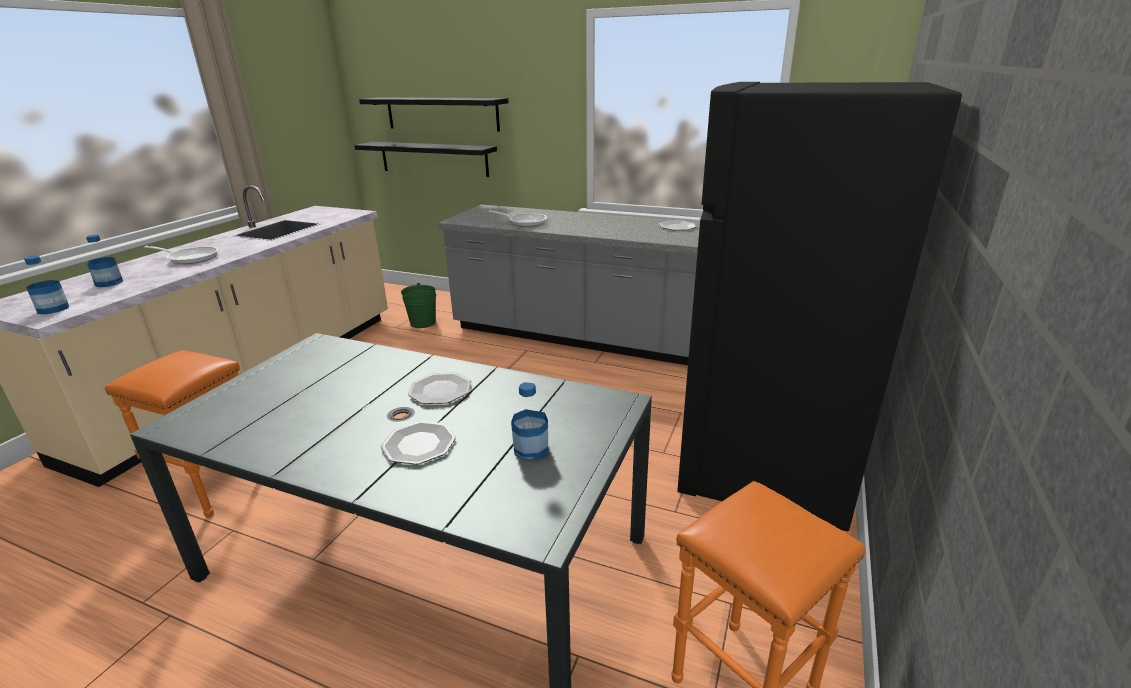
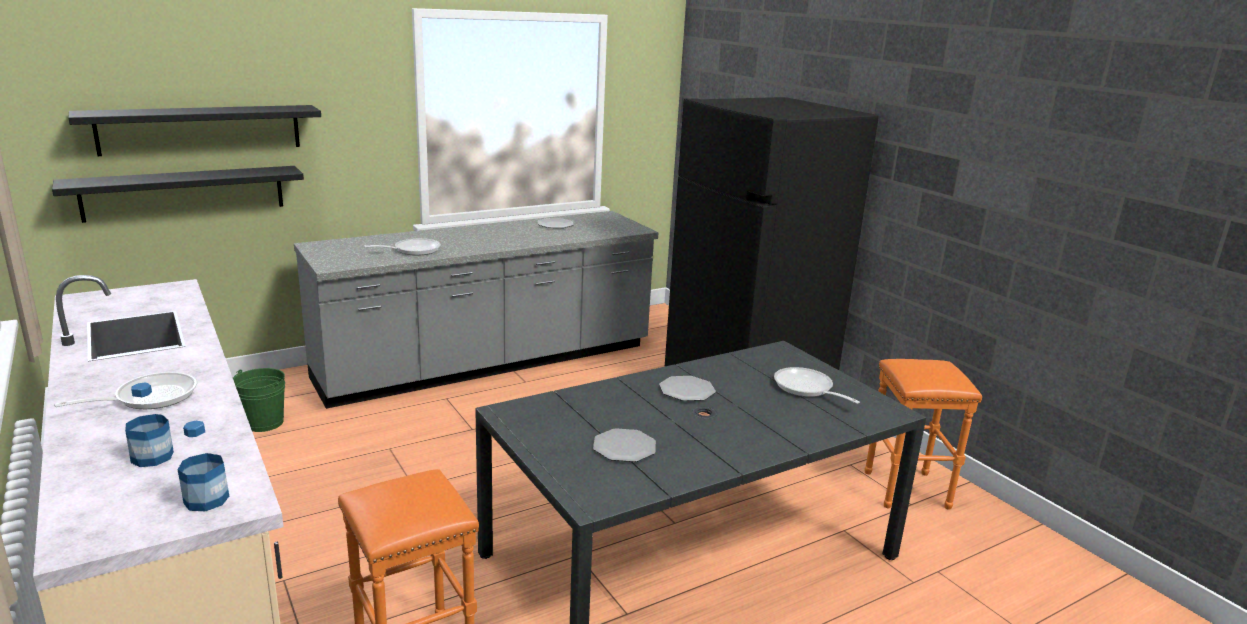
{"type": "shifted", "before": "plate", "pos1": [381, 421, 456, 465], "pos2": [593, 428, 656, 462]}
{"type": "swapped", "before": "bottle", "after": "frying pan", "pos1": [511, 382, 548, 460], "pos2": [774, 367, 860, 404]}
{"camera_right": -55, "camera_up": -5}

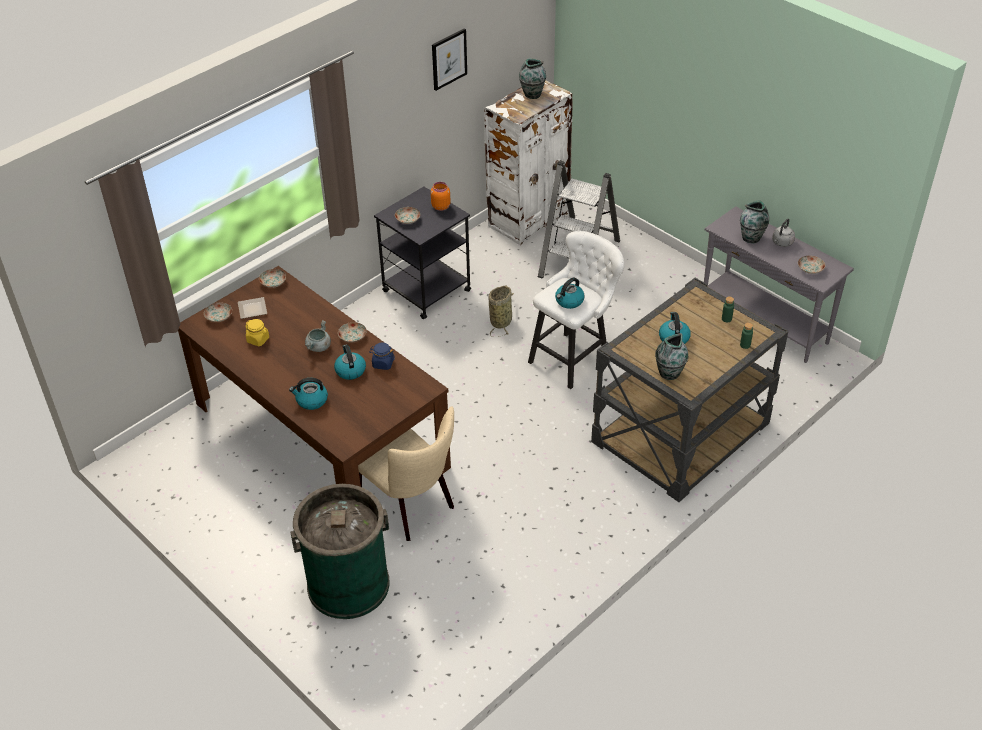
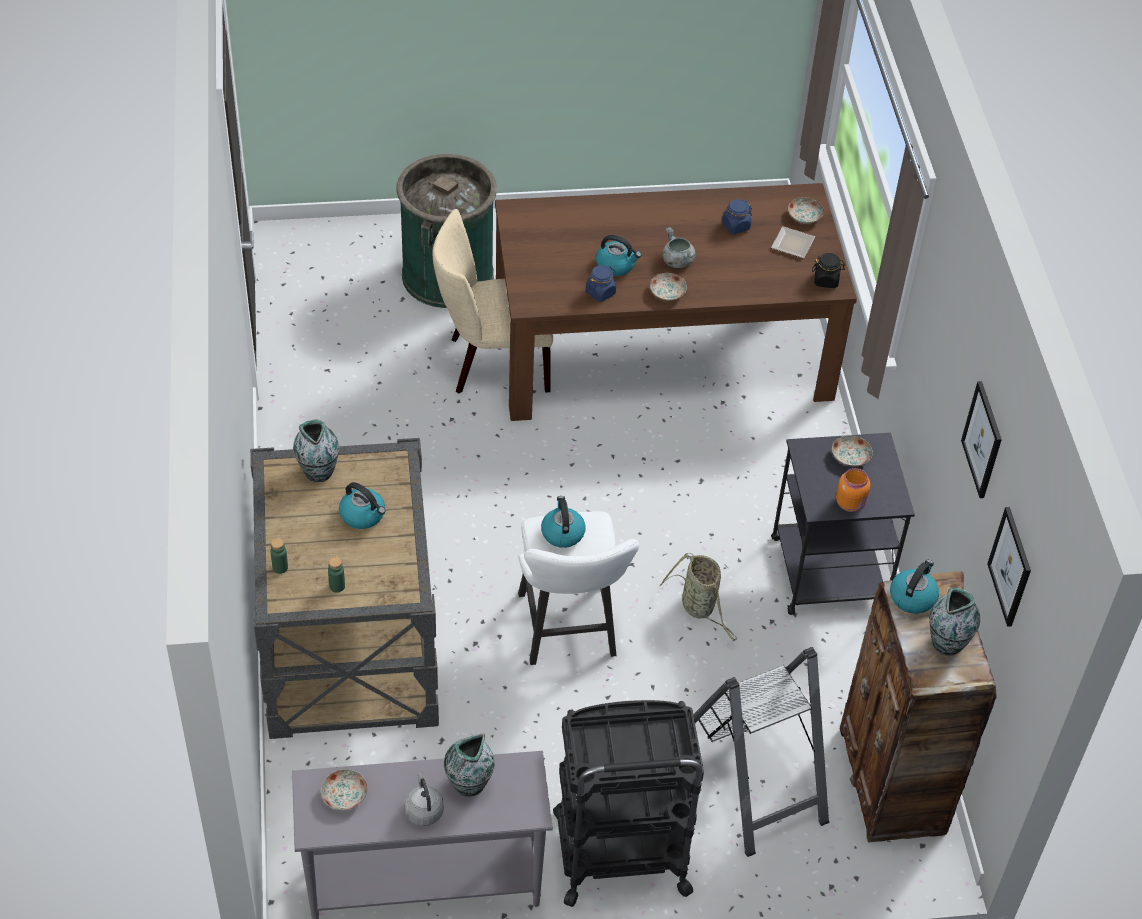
{"type": "new", "after": "black cart", "pos2": [553, 700, 704, 907]}
{"type": "new", "after": "picture", "pos2": [987, 507, 1031, 627]}
{"type": "shifted", "before": "kettle", "pos1": [289, 378, 328, 410], "pos2": [890, 560, 939, 614]}
{"type": "swapped", "before": "plate", "after": "black jar", "pos1": [259, 269, 286, 288], "pos2": [812, 253, 845, 288]}
{"type": "repainted", "before": "yellow jar", "after": "blue jar", "pos1": [245, 319, 269, 346], "pos2": [722, 199, 752, 234]}
{"type": "repainted", "before": "white cabinet", "after": "brown cabinet", "pos1": [484, 80, 573, 245], "pos2": [840, 571, 997, 842]}
{"camera_right": 125, "camera_up": 5}

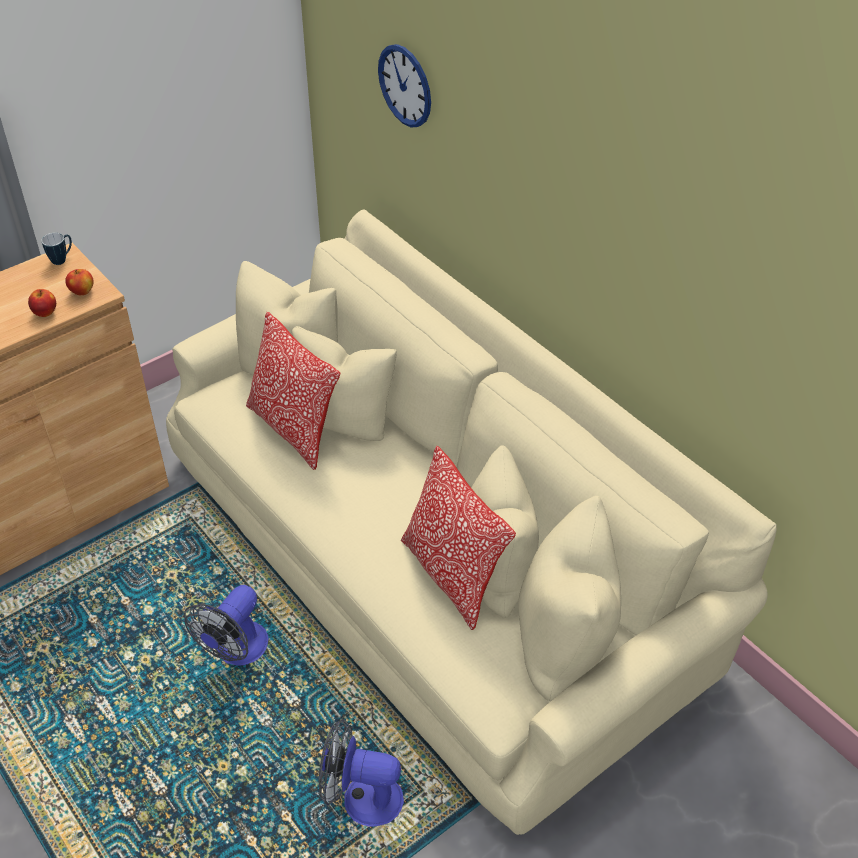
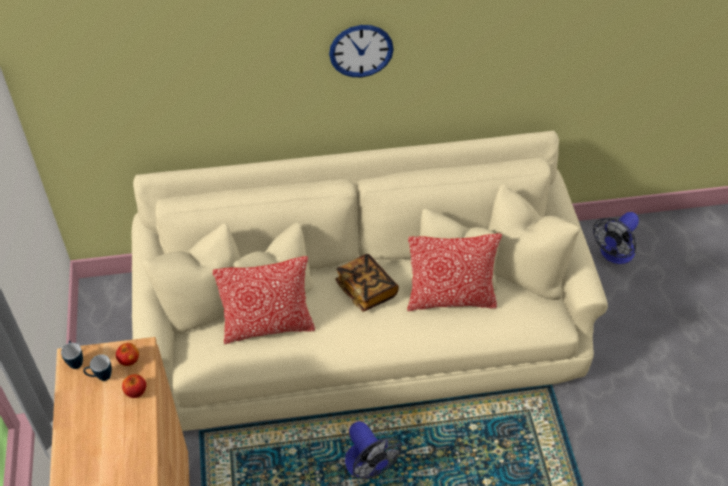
{"type": "new", "after": "mug", "pos2": [83, 354, 112, 381]}
{"type": "new", "after": "book", "pos2": [335, 254, 399, 312]}
{"type": "shifted", "before": "fan", "pos1": [319, 719, 404, 826], "pos2": [593, 212, 639, 264]}
{"type": "shifted", "before": "wall clock", "pos1": [378, 44, 431, 127], "pos2": [329, 25, 394, 77]}
{"camera_right": -60, "camera_up": 5}

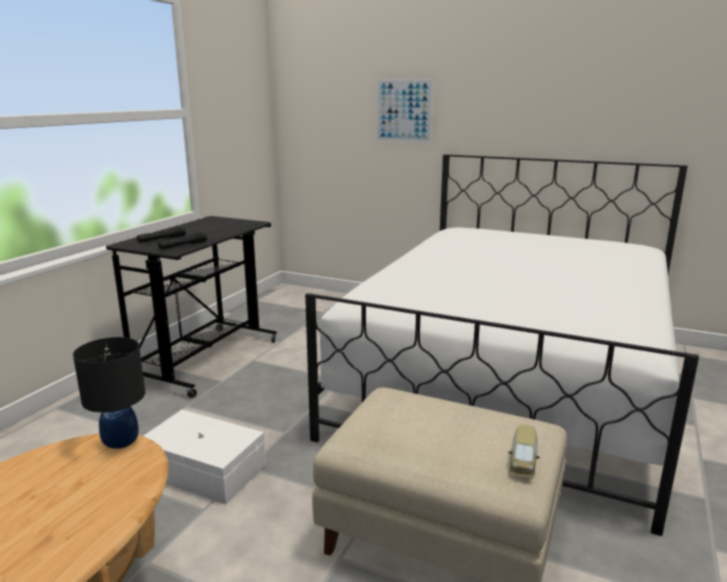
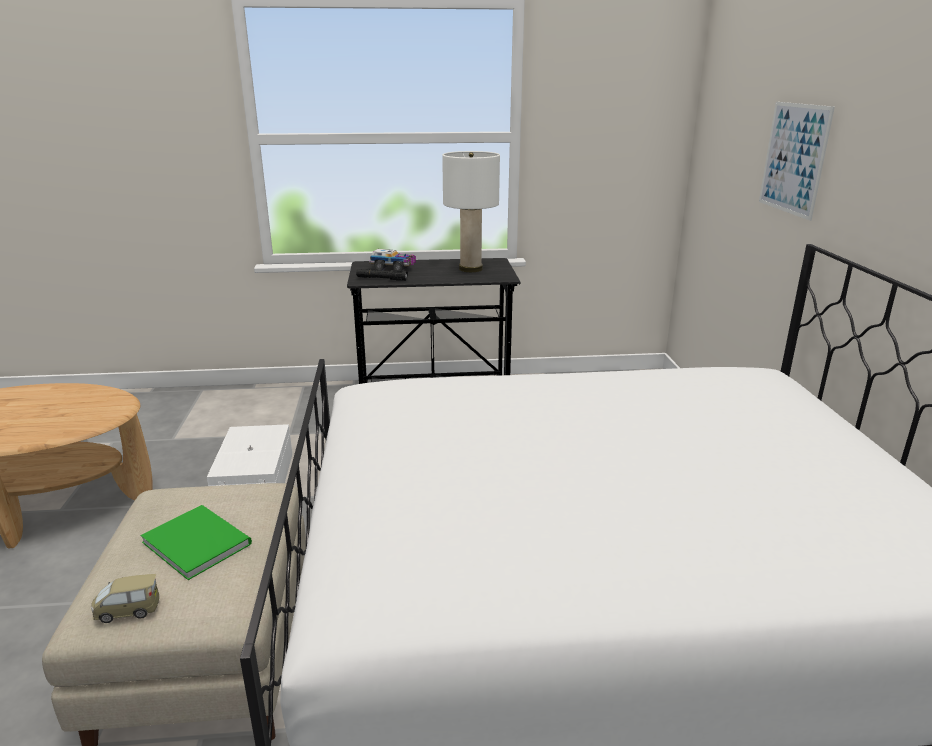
{"type": "gone", "before": "black table lamp", "pos1": [73, 337, 145, 449]}
{"type": "new", "after": "green book", "pos2": [140, 505, 252, 580]}
{"type": "new", "after": "white table lamp", "pos2": [442, 151, 500, 272]}
{"type": "swapped", "before": "black flashlight", "after": "toy truck", "pos1": [137, 227, 186, 243], "pos2": [369, 249, 416, 271]}
{"camera_right": 60, "camera_up": 5}

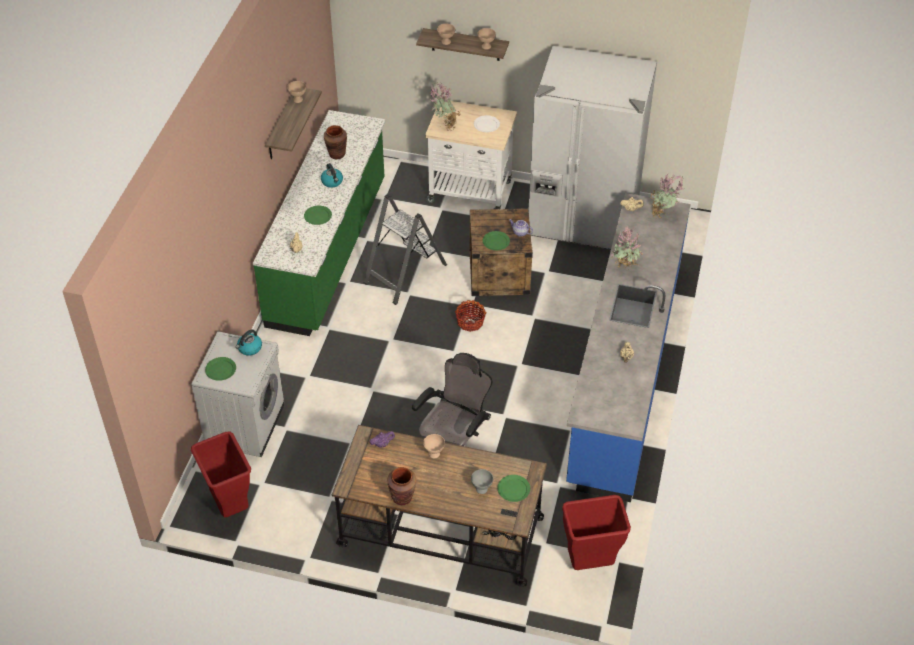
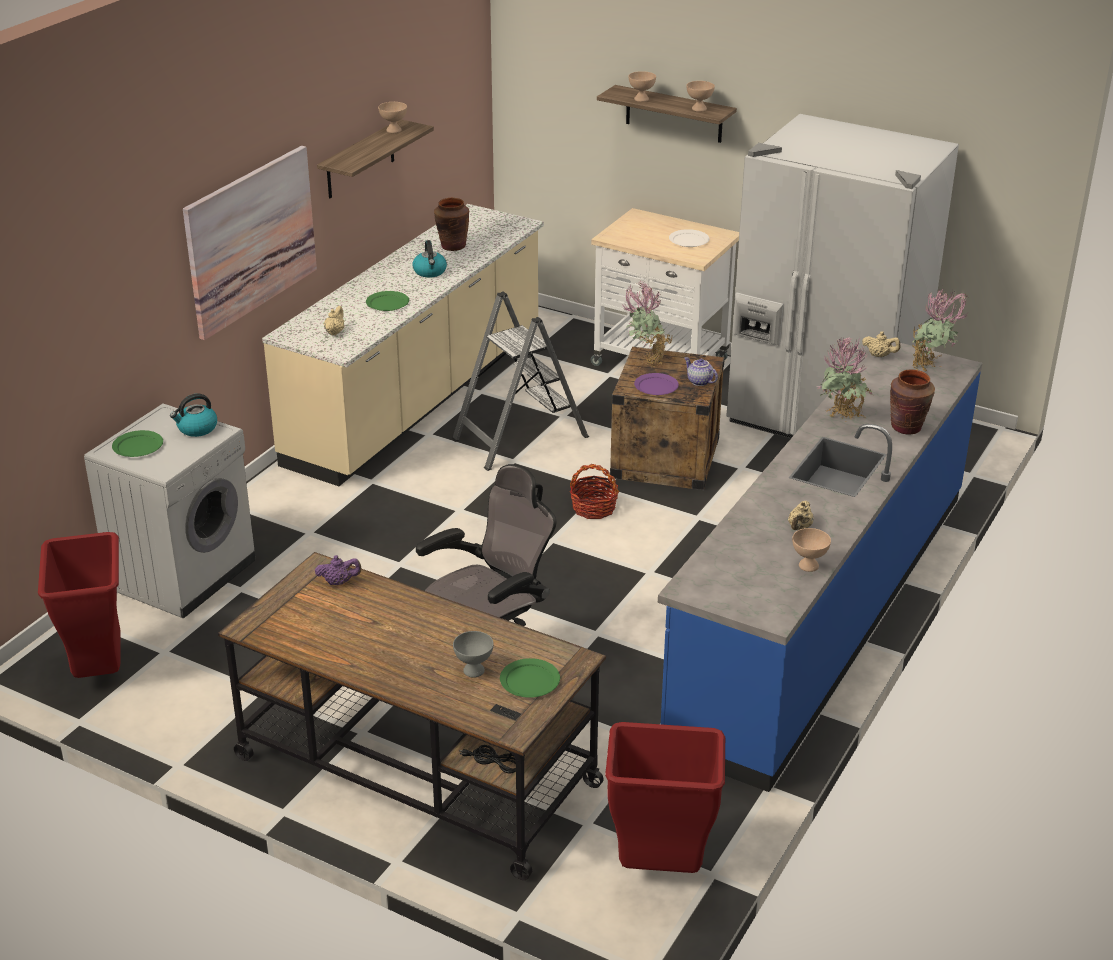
{"type": "new", "after": "picture", "pos2": [183, 146, 317, 340]}
{"type": "shifted", "before": "brown vase", "pos1": [387, 467, 416, 505], "pos2": [890, 369, 935, 435]}
{"type": "shifted", "before": "beige bowl", "pos1": [423, 434, 445, 459], "pos2": [792, 528, 831, 572]}
{"type": "shifted", "before": "potted plant", "pos1": [428, 83, 461, 131], "pos2": [622, 281, 673, 367]}
{"type": "repainted", "before": "green counter", "after": "beige counter", "pos1": [253, 110, 386, 336], "pos2": [262, 204, 544, 486]}
{"type": "repainted", "before": "green plate", "after": "purple plate", "pos1": [483, 231, 510, 250], "pos2": [634, 373, 679, 395]}
{"camera_right": 15, "camera_up": -15}

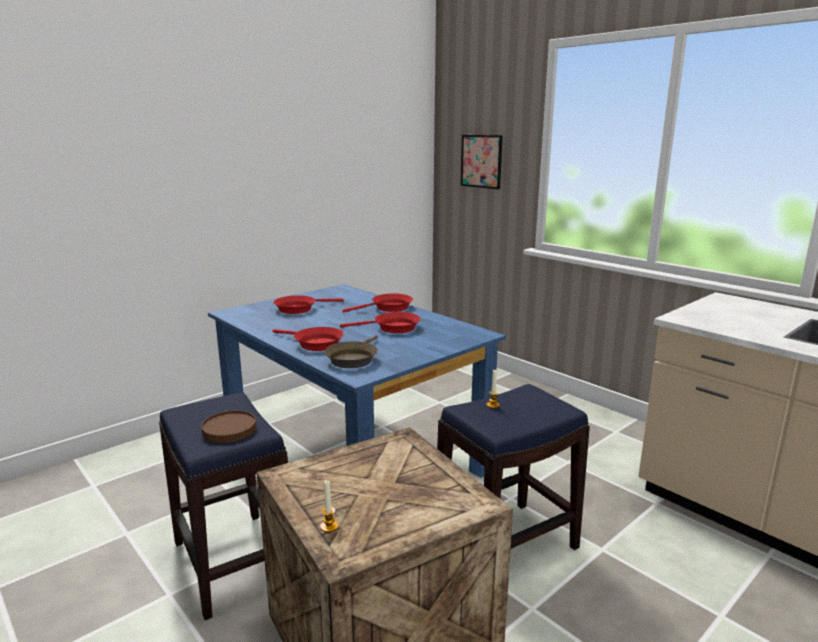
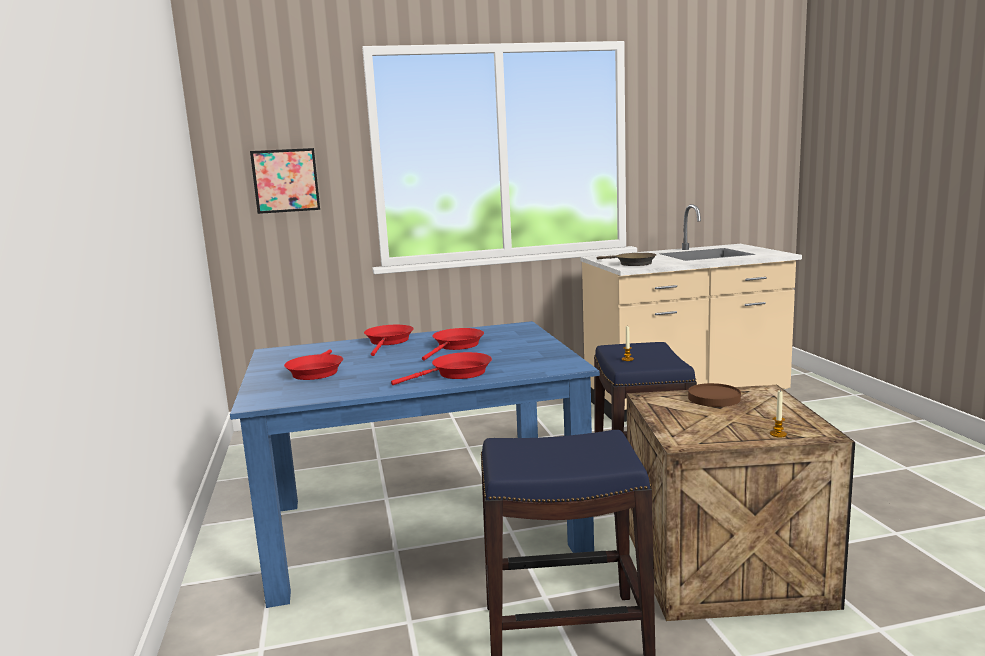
{"type": "shifted", "before": "brown plate", "pos1": [201, 411, 257, 443], "pos2": [688, 383, 741, 407]}
{"type": "shifted", "before": "brown frying pan", "pos1": [324, 335, 378, 368], "pos2": [597, 253, 656, 266]}
{"camera_right": -60, "camera_up": -5}

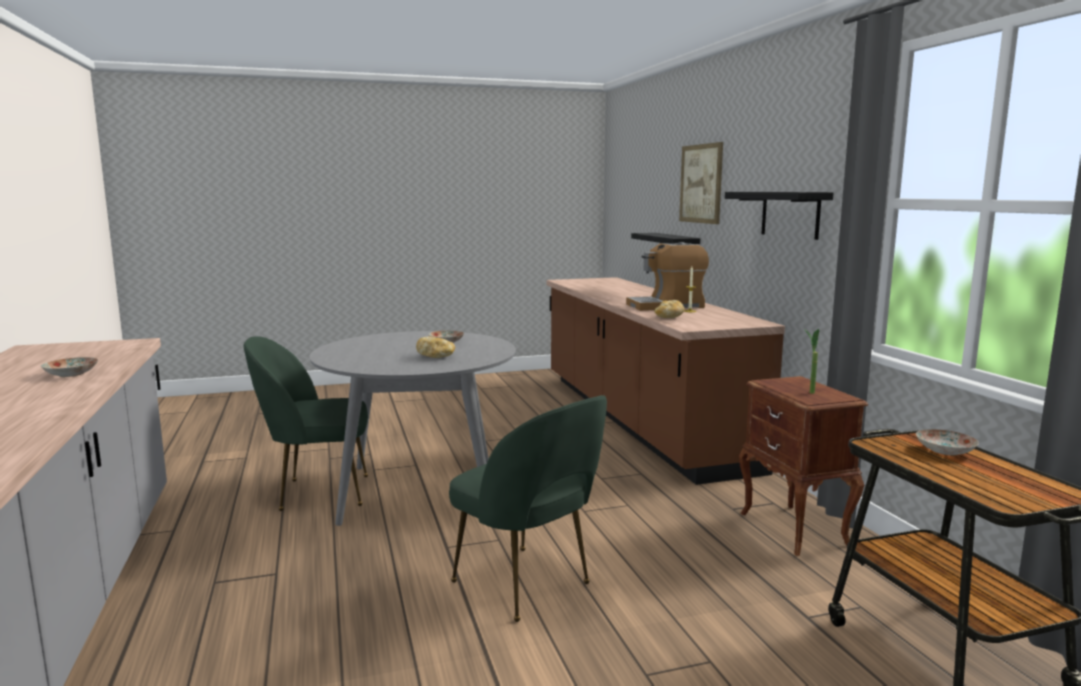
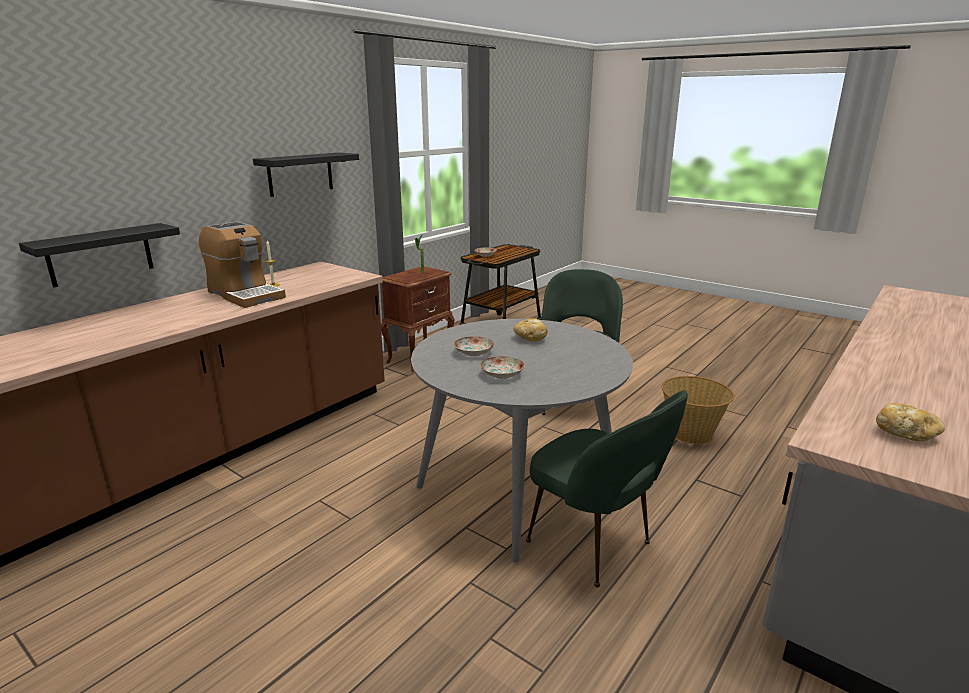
{"type": "gone", "before": "picture", "pos1": [679, 142, 723, 224]}
{"type": "new", "after": "basket", "pos2": [661, 376, 735, 444]}
{"type": "shifted", "before": "plate", "pos1": [41, 357, 98, 377], "pos2": [480, 356, 525, 379]}
{"type": "shifted", "before": "bread", "pos1": [654, 300, 685, 318], "pos2": [876, 403, 945, 441]}
{"camera_right": -125, "camera_up": 10}

